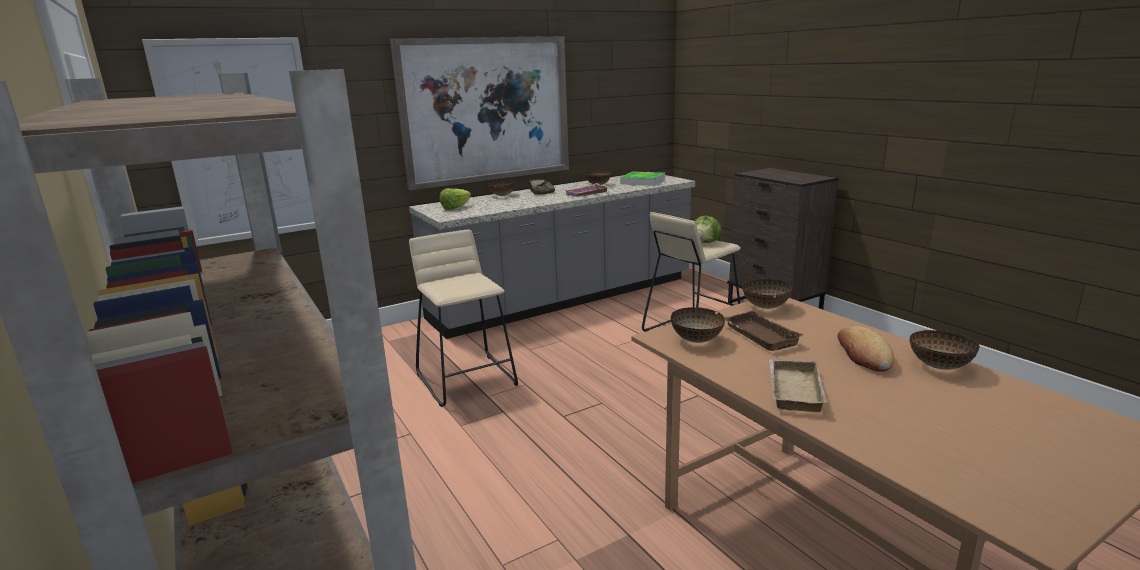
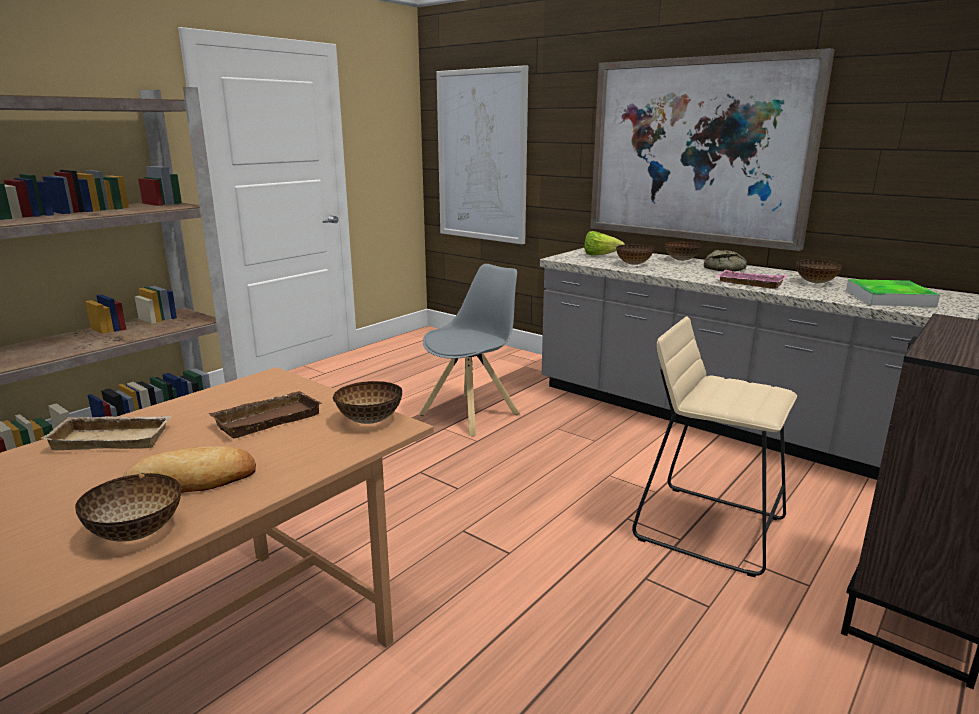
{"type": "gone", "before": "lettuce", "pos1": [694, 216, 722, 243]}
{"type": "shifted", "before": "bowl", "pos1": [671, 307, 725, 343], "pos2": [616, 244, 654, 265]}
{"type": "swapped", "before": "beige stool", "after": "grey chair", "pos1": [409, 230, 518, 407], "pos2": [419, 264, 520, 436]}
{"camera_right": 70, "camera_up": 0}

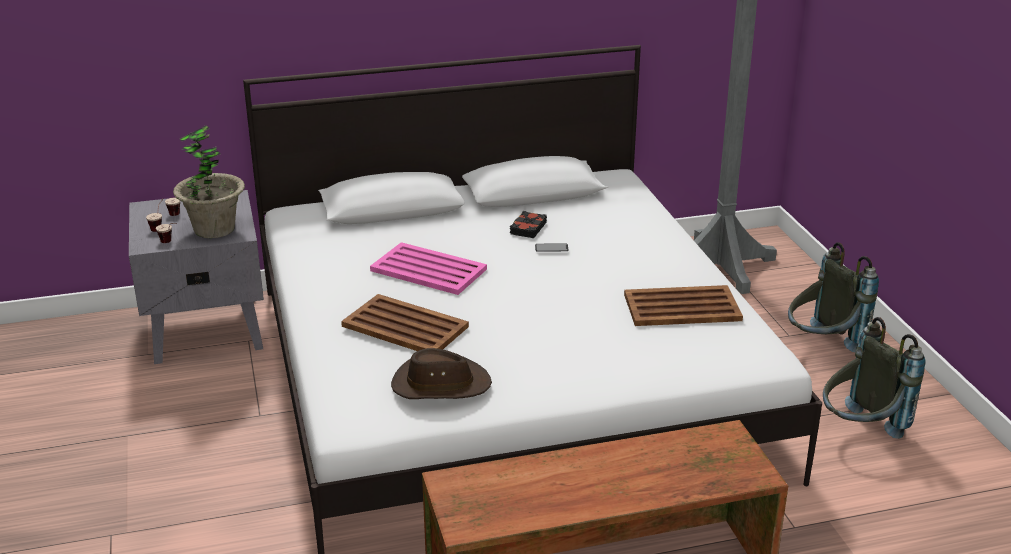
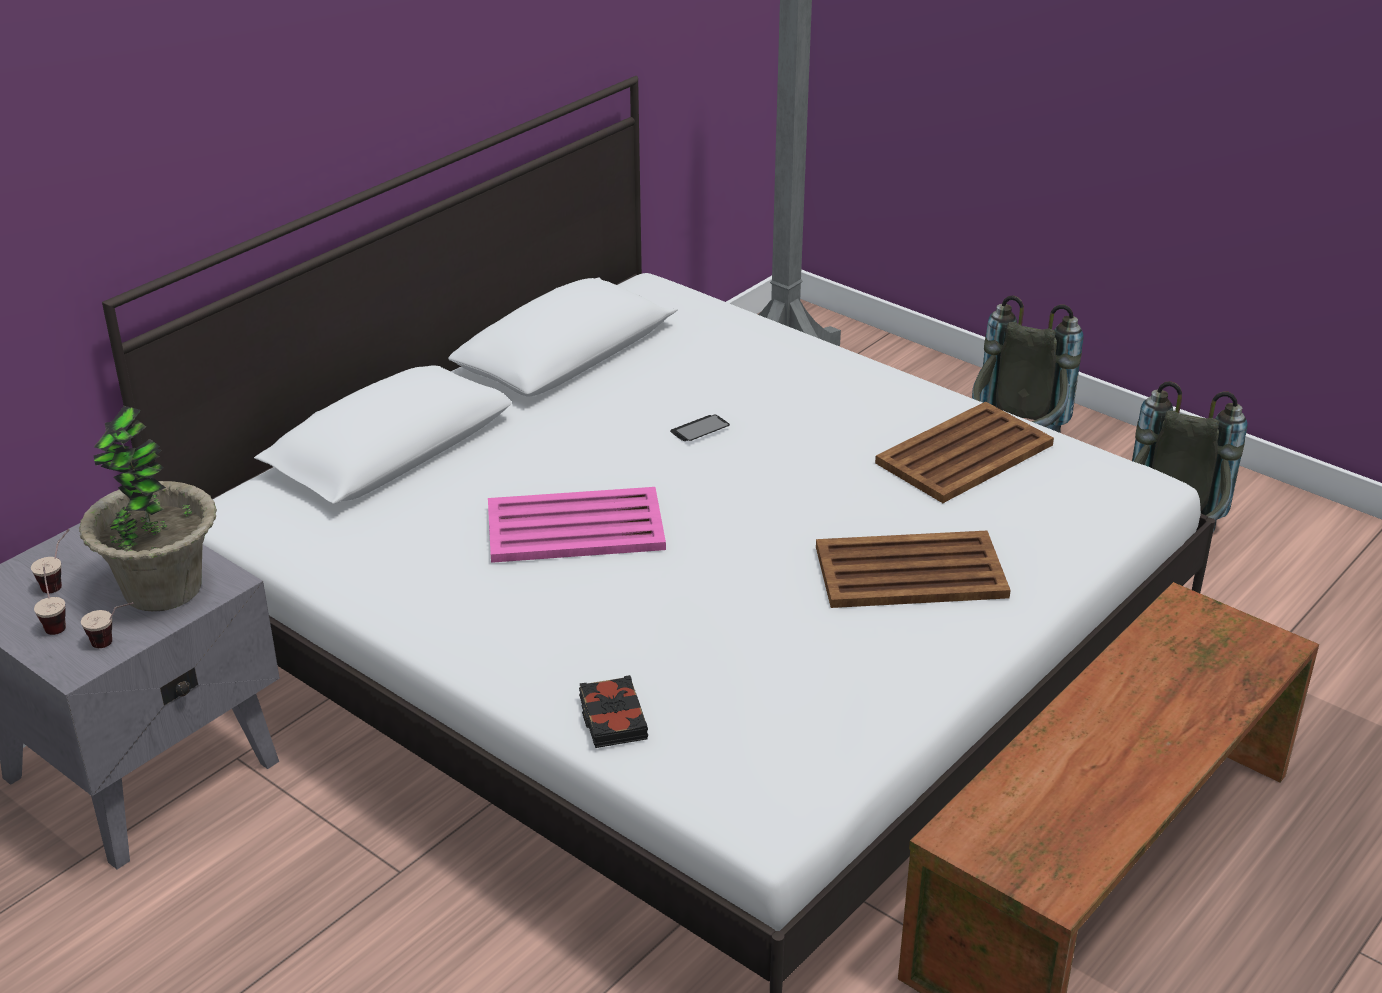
{"type": "gone", "before": "brown hat", "pos1": [391, 348, 492, 399]}
{"type": "shifted", "before": "brown tray", "pos1": [341, 294, 469, 351], "pos2": [816, 531, 1011, 608]}
{"type": "shifted", "before": "black book", "pos1": [510, 211, 547, 238], "pos2": [579, 675, 648, 748]}
{"camera_right": -35, "camera_up": 5}

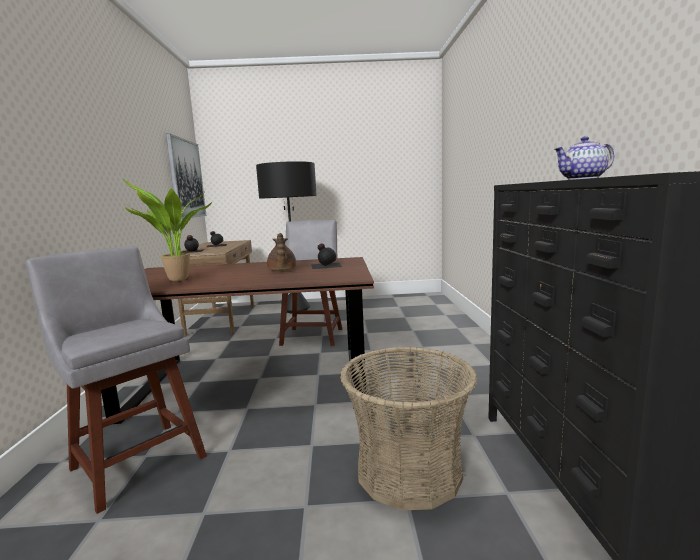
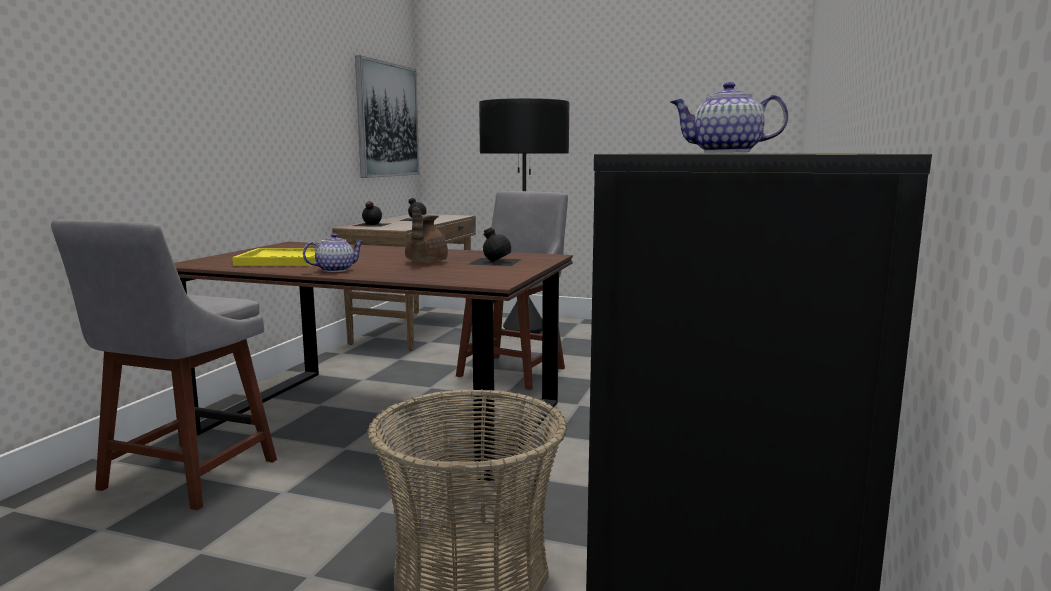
{"type": "new", "after": "teapot", "pos2": [303, 233, 364, 272]}
{"type": "swapped", "before": "potted plant", "after": "yellow tray", "pos1": [123, 179, 212, 281], "pos2": [232, 248, 316, 266]}
{"type": "rotated", "before": "grey chair", "pos1": [26, 246, 207, 514], "pos2": [51, 219, 277, 510], "turn": -135}
{"camera_right": 20, "camera_up": 0}

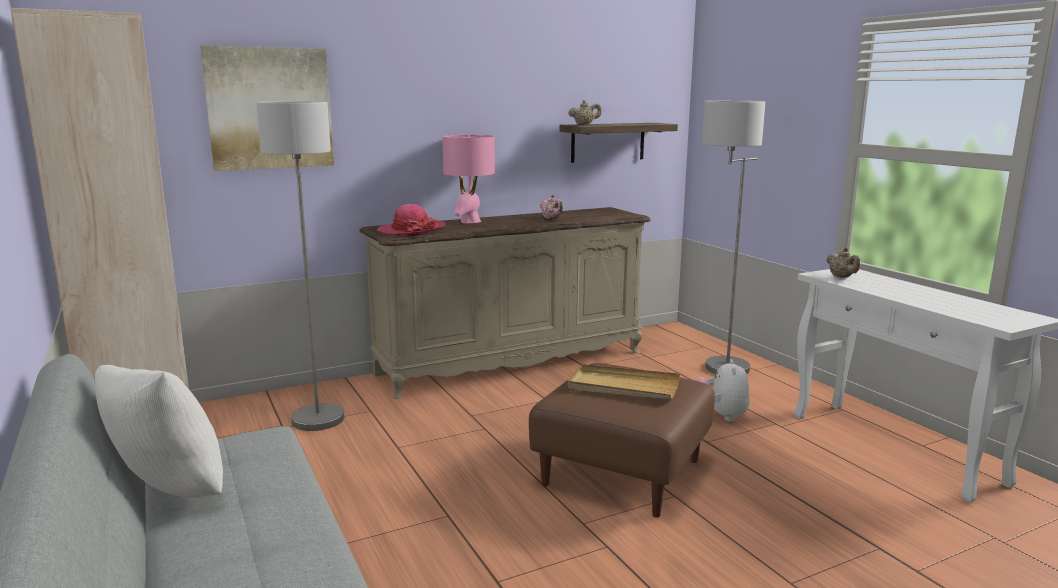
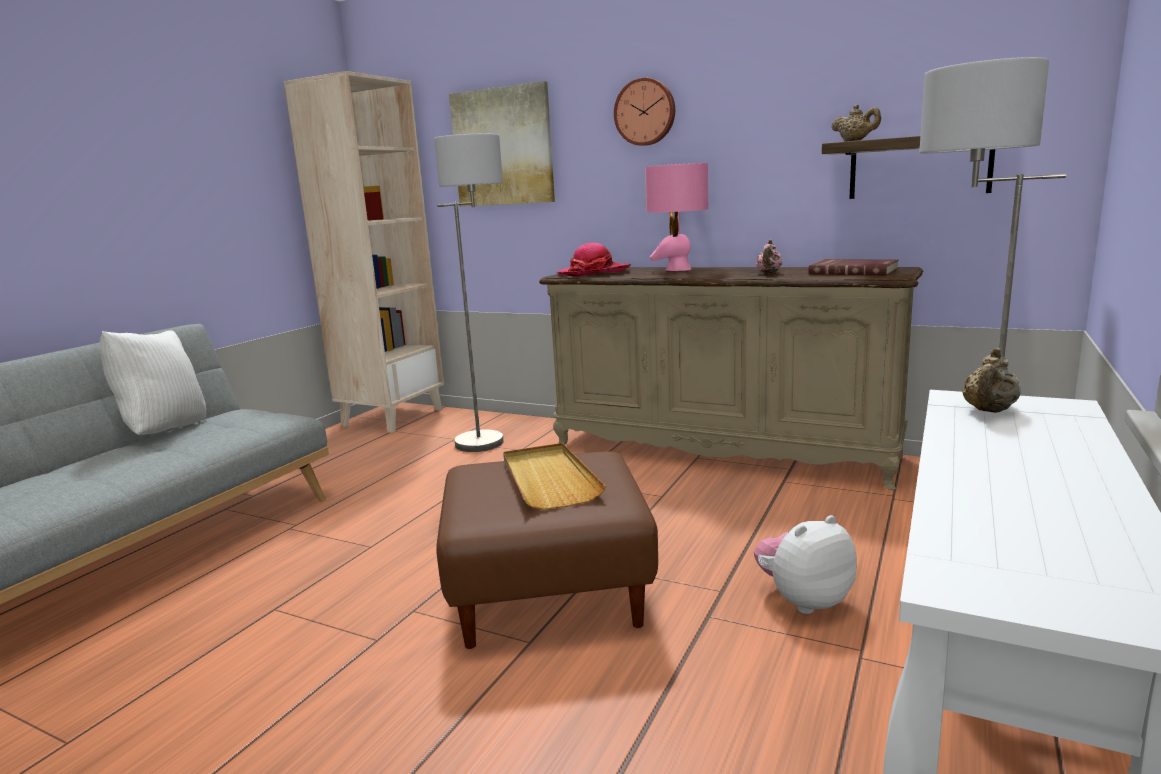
{"type": "new", "after": "wall clock", "pos2": [614, 78, 675, 146]}
{"type": "new", "after": "red book", "pos2": [808, 259, 899, 276]}
{"camera_right": 55, "camera_up": 0}

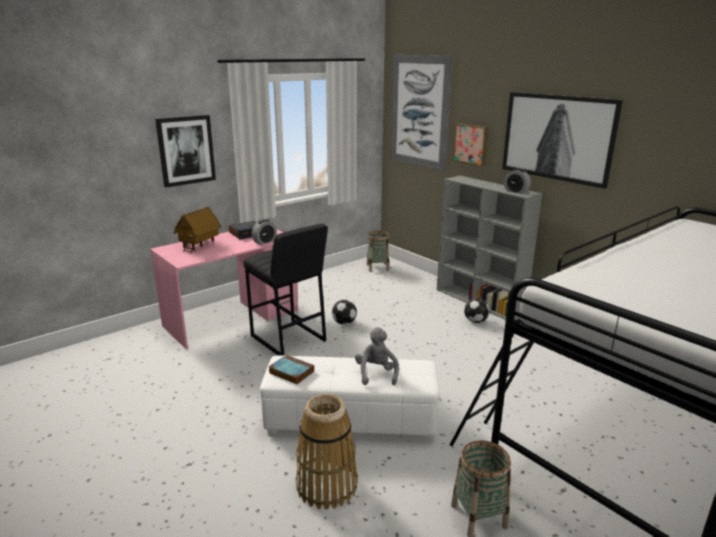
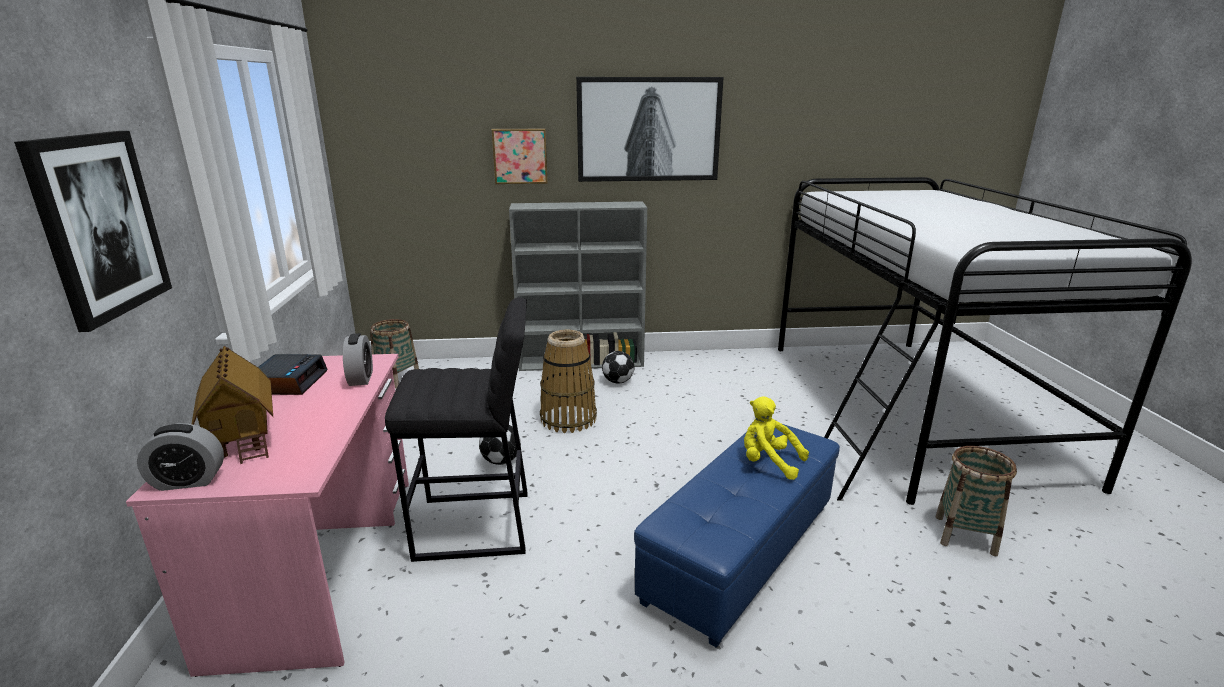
{"type": "gone", "before": "book", "pos1": [269, 355, 314, 384]}
{"type": "gone", "before": "picture", "pos1": [391, 55, 453, 171]}
{"type": "shifted", "before": "basket", "pos1": [296, 394, 358, 510], "pos2": [540, 330, 597, 433]}
{"type": "shifted", "before": "alarm clock", "pos1": [504, 169, 531, 194], "pos2": [137, 423, 224, 491]}
{"type": "repainted", "before": "white ottoman", "after": "blue ottoman", "pos1": [260, 356, 440, 441], "pos2": [634, 424, 840, 648]}
{"type": "repainted", "before": "grey plush toy", "after": "yellow plush toy", "pos1": [355, 327, 399, 385], "pos2": [744, 397, 809, 480]}
{"camera_right": -55, "camera_up": 0}

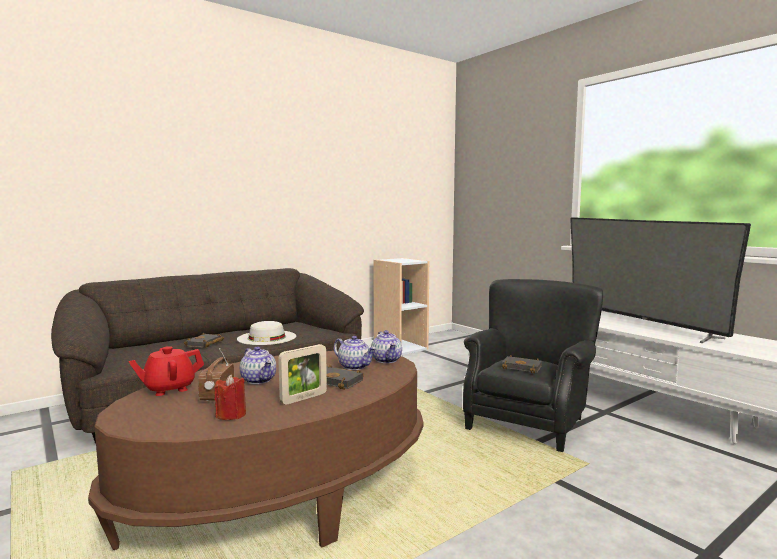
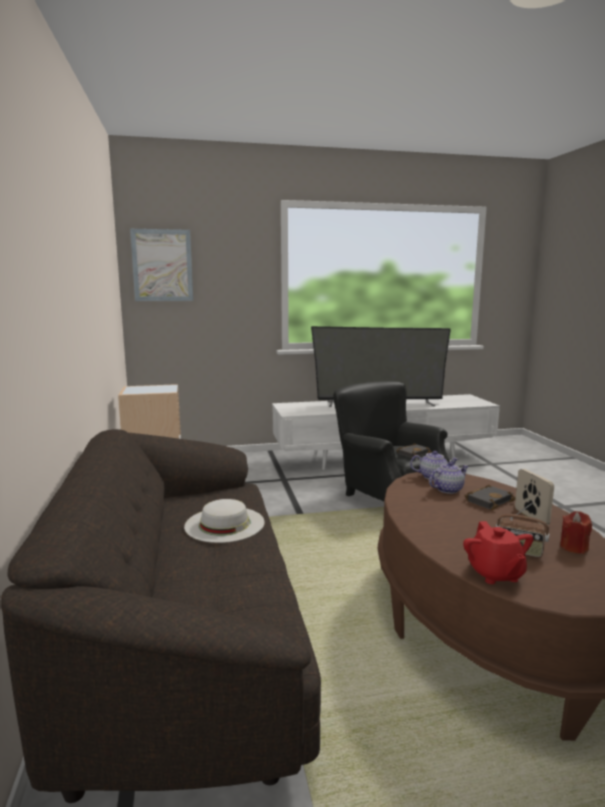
{"type": "gone", "before": "black book", "pos1": [184, 333, 224, 348]}
{"type": "gone", "before": "teapot", "pos1": [240, 346, 276, 384]}
{"type": "new", "after": "picture", "pos2": [130, 229, 193, 301]}
{"camera_right": -65, "camera_up": 5}

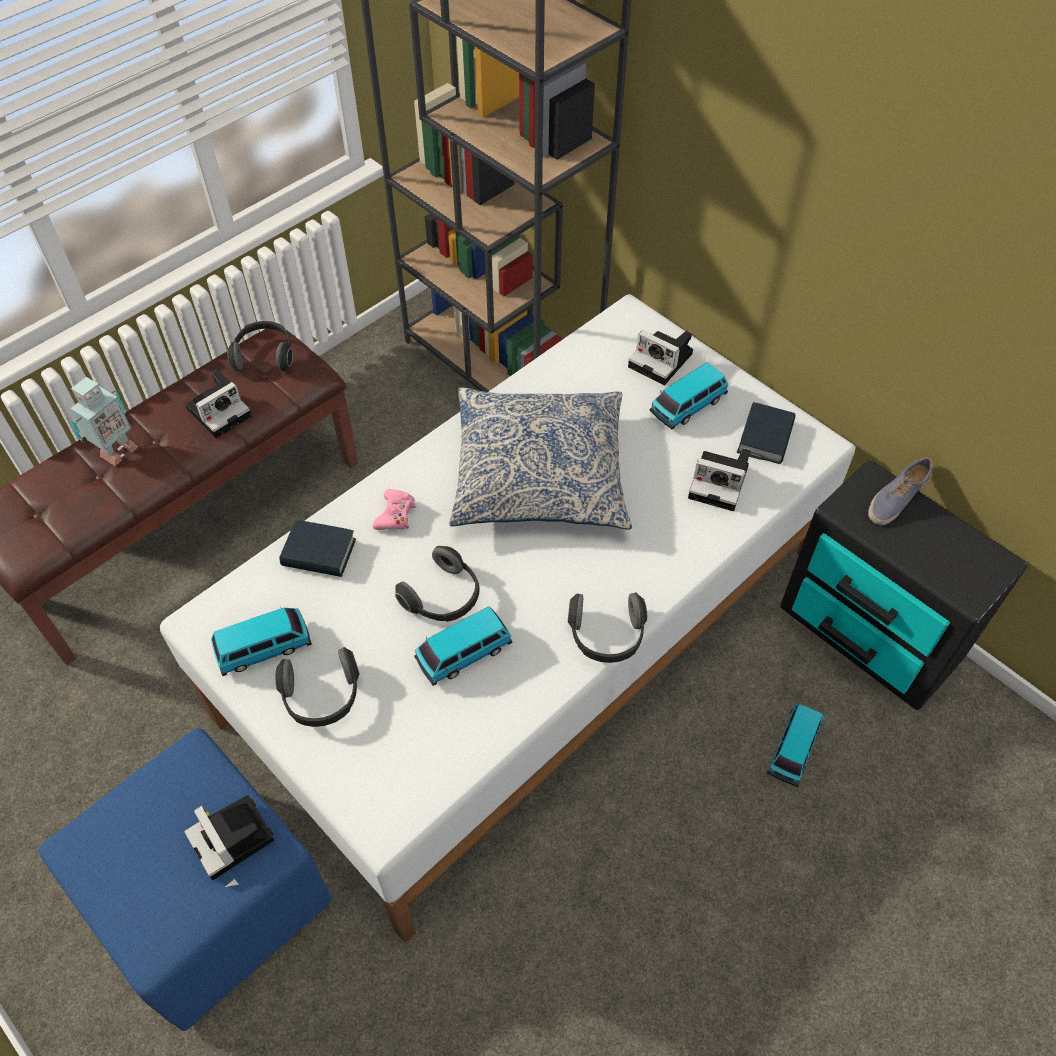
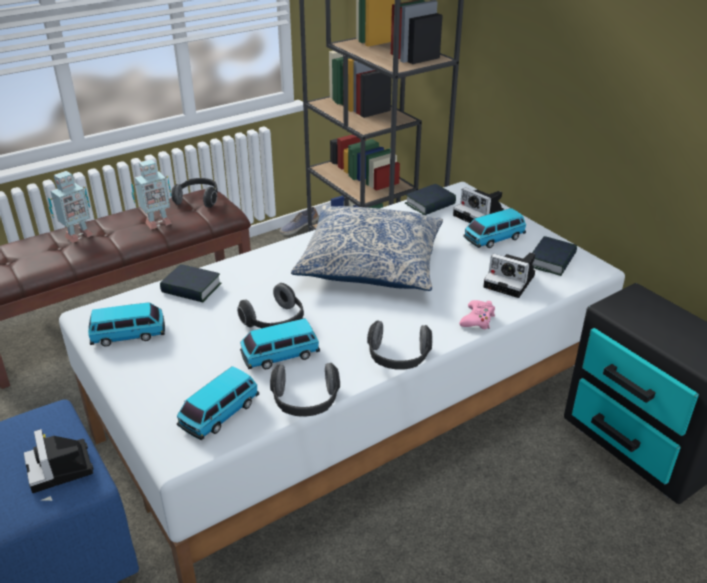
{"type": "new", "after": "book", "pos2": [405, 184, 456, 215]}
{"type": "shifted", "before": "headphones", "pos1": [275, 647, 360, 727], "pos2": [270, 363, 340, 417]}
{"type": "shifted", "before": "pink game controller", "pos1": [372, 489, 416, 530], "pos2": [459, 300, 495, 329]}
{"type": "shifted", "before": "toy car", "pos1": [767, 704, 824, 787], "pos2": [177, 366, 259, 440]}
{"type": "shifted", "before": "shoe", "pos1": [868, 457, 934, 525], "pos2": [280, 207, 319, 235]}
{"type": "swapped", "before": "photo camera", "after": "toy robot", "pos1": [185, 370, 251, 438], "pos2": [131, 159, 172, 229]}
{"camera_right": 10, "camera_up": -20}

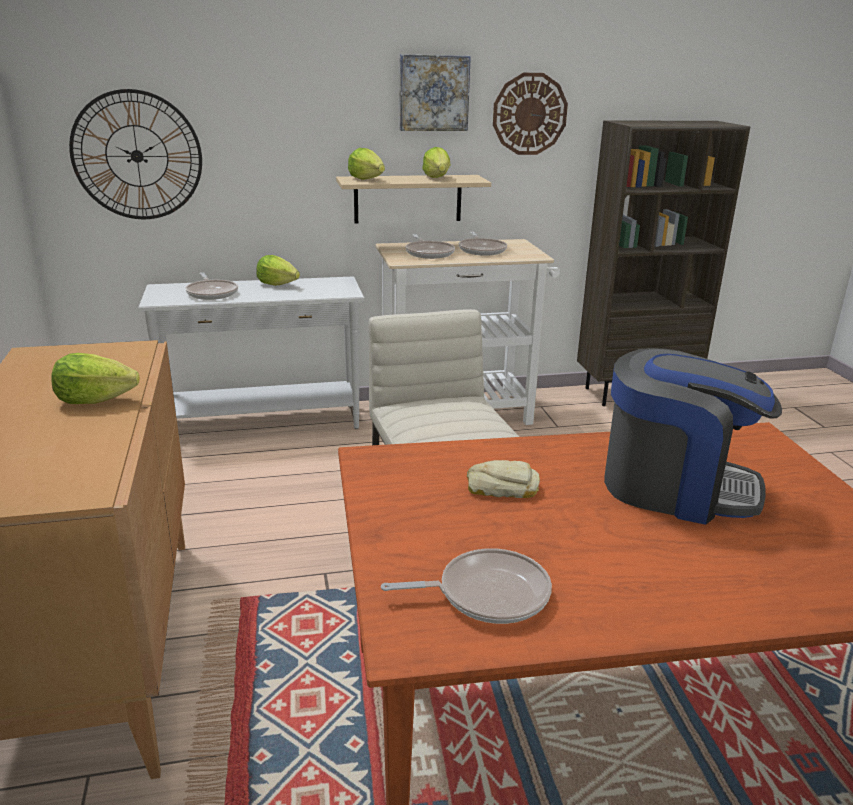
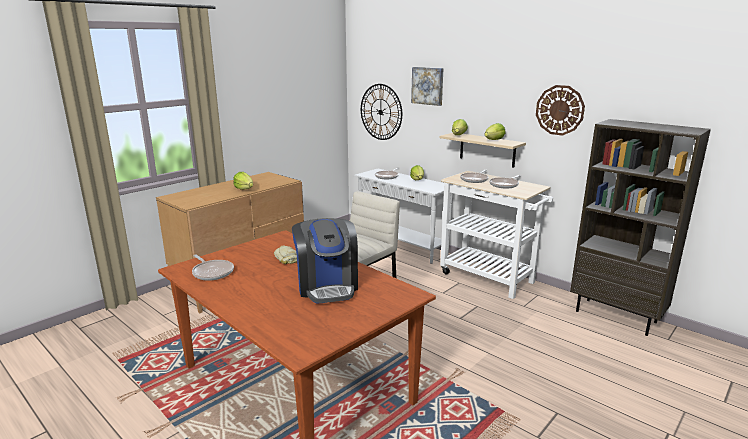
{"type": "shifted", "before": "picture", "pos1": [399, 54, 471, 131], "pos2": [411, 67, 444, 106]}
{"camera_right": 55, "camera_up": -5}

